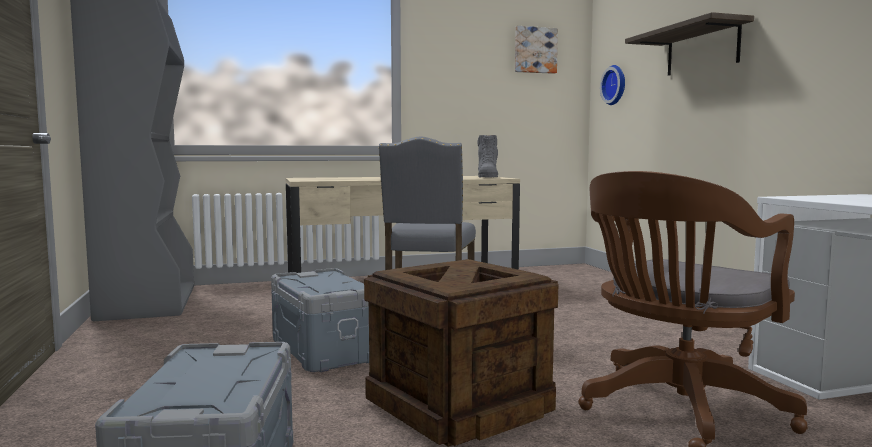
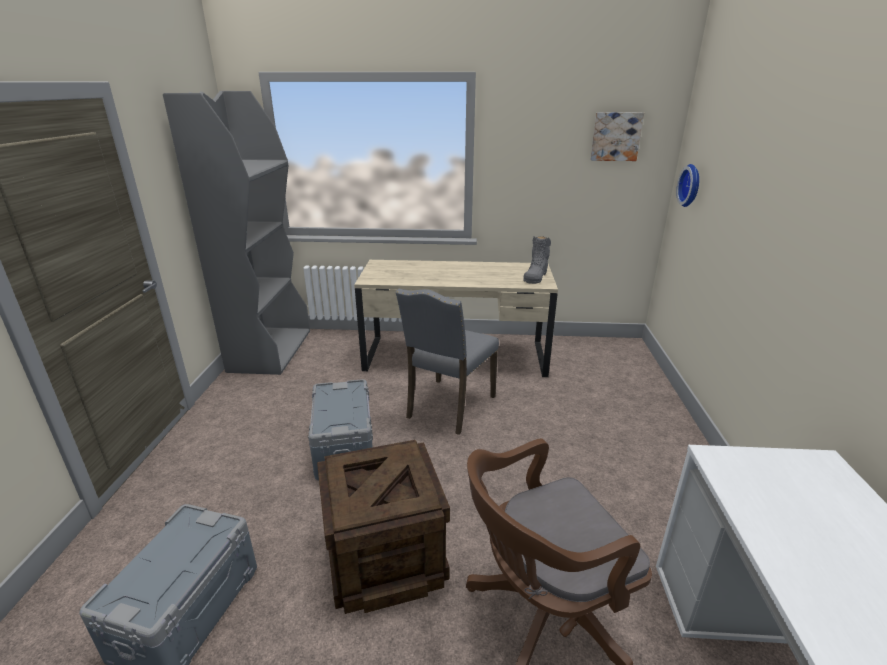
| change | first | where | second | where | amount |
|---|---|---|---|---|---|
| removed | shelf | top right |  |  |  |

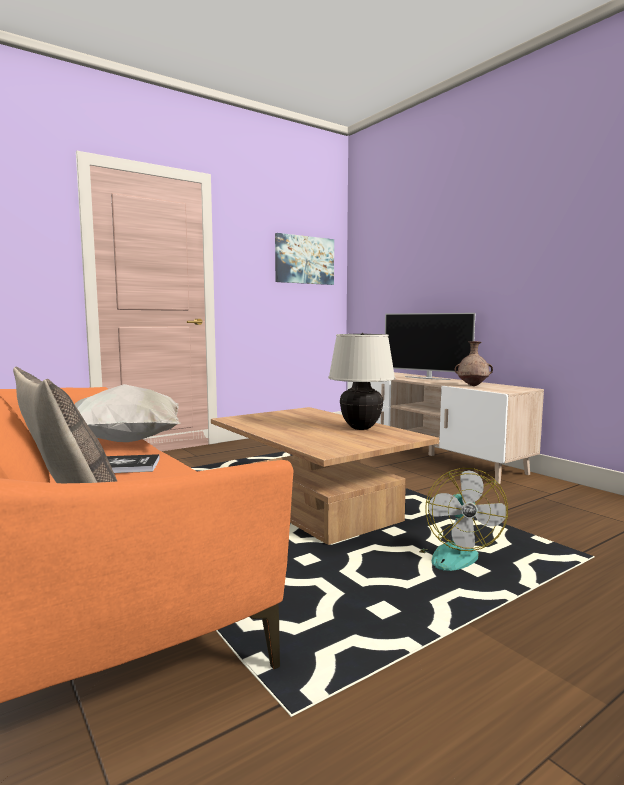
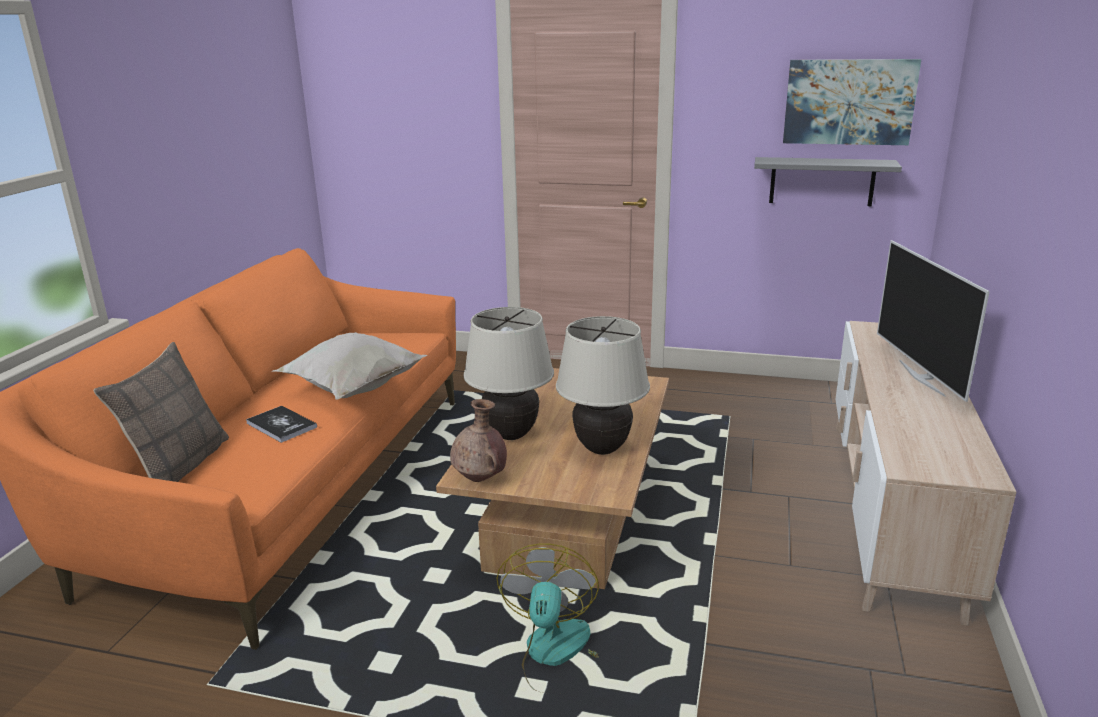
| change | first | where | second | where | amount |
|---|---|---|---|---|---|
| turned | fan | middle right |  | bottom centre | 135 degrees clockwise |
| moved | brown vase | middle right |  | centre |  |
| added |  |  | beige table lamp (1st from left) | centre |  |
| added |  |  | grey shelf | top right |  |

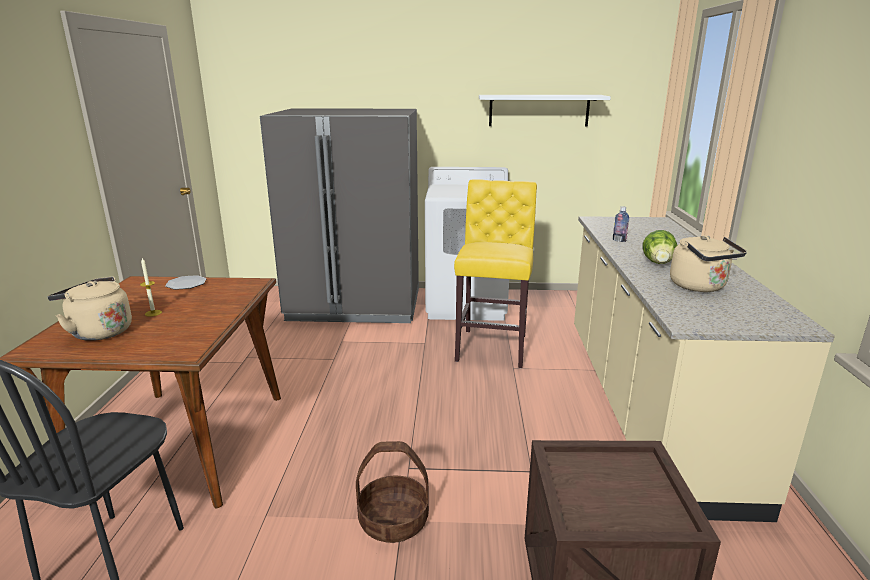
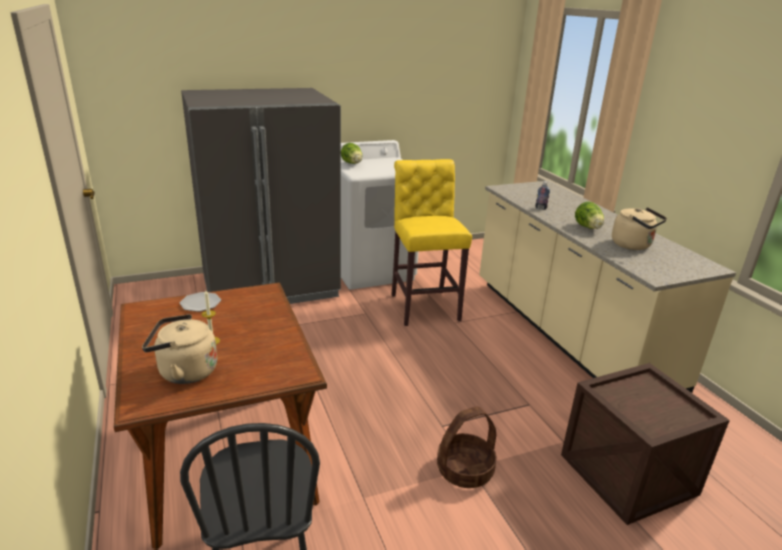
| change | first | where | second | where | amount |
|---|---|---|---|---|---|
| removed | white shelf | top centre |  |  |  |
| added |  |  | lettuce (1st from left) | top centre |  |

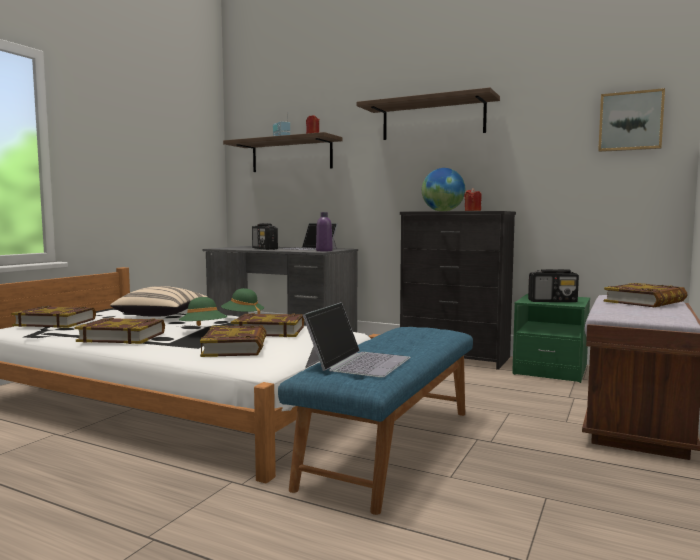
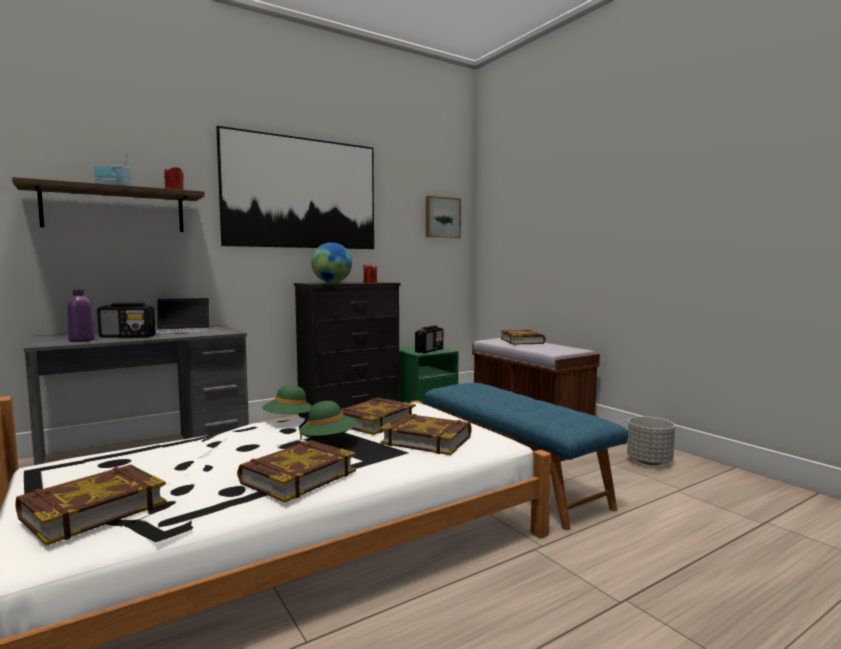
| change | first | where | second | where | amount |
|---|---|---|---|---|---|
| removed | beige pillow | middle left |  |  |  |
| removed | laptop (2nd from left) | centre |  |  |  |
| moved | purple bottle | centre |  | middle left |  |
| replaced | shelf (2nd from left) | top centre | picture (1st from left) | top centre |  |
| added |  |  | grey planter | bottom right |  |

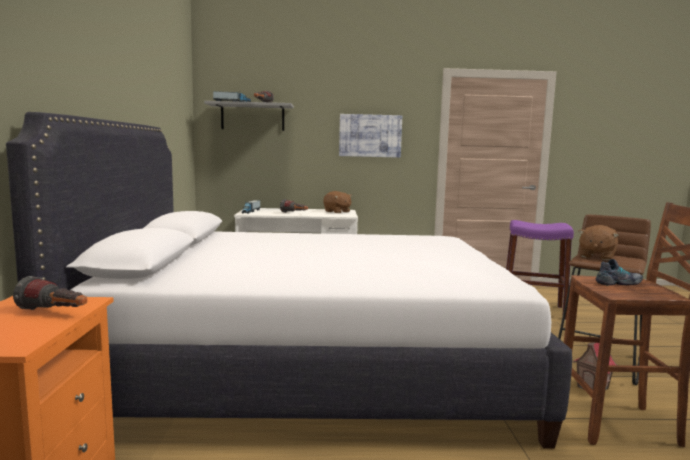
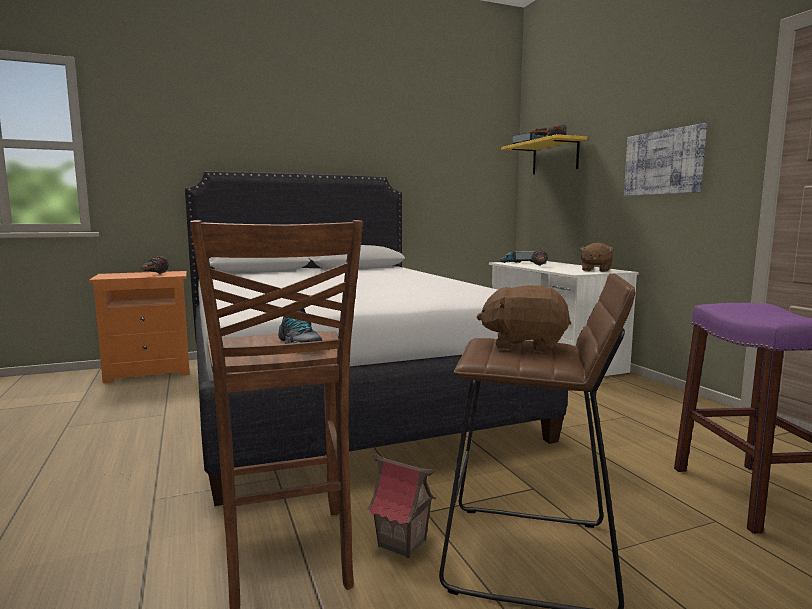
| change | first | where | second | where | amount |
|---|---|---|---|---|---|
| recoloured | grey shelf | top centre | yellow shelf | top right |  |

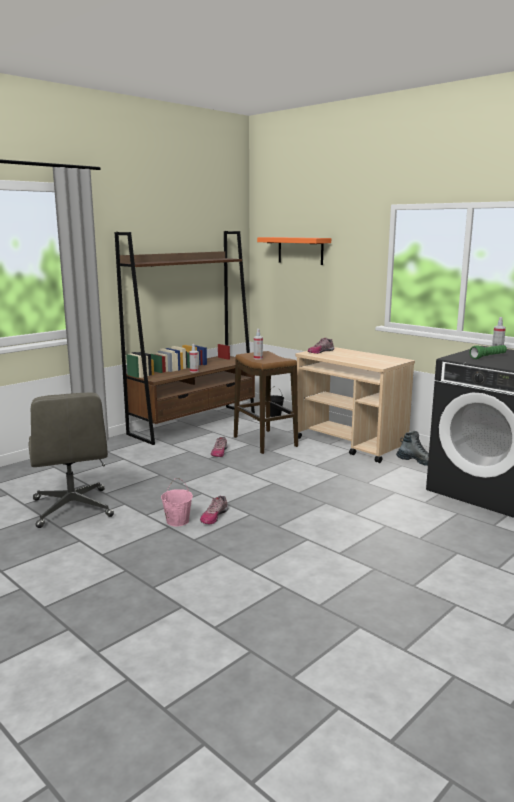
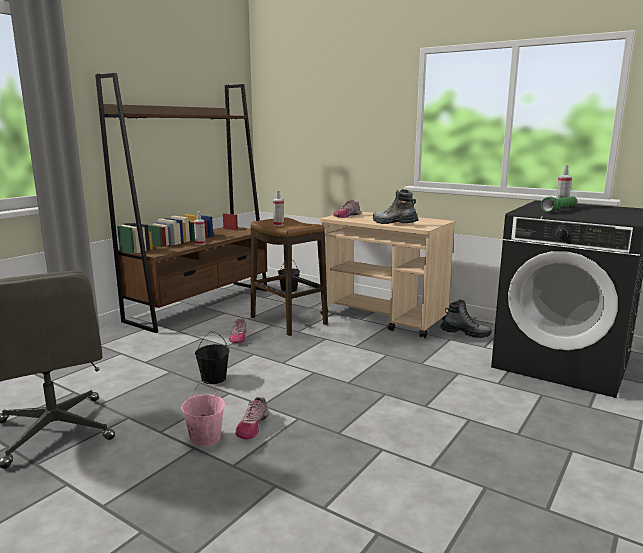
| change | first | where | second | where | amount |
|---|---|---|---|---|---|
| removed | orange shelf | top centre |  |  |  |
| added |  |  | black bucket (1st from left) | middle left |  |
| added |  |  | boot (1st from left) | centre |  |

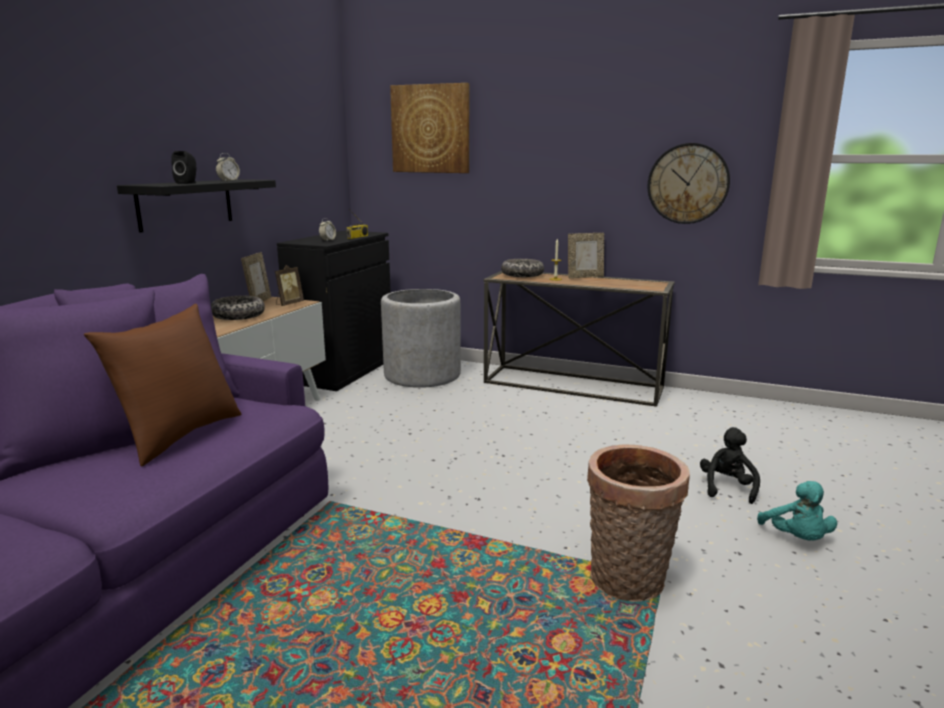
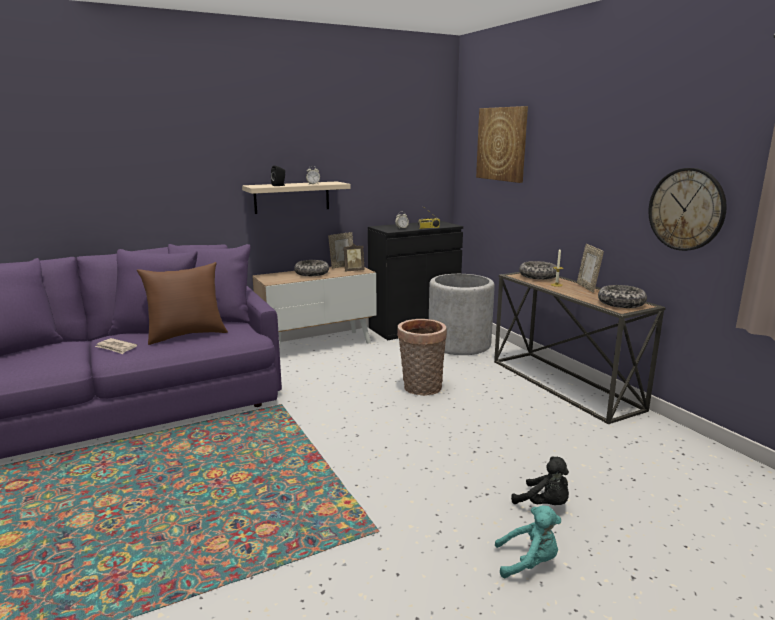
| change | first | where | second | where | amount |
|---|---|---|---|---|---|
| recoloured | black shelf | top left | beige shelf | top centre |  |
| turned | picture frame (3rd from left) | centre |  | middle right | 60 degrees clockwise |
| moved | basket | bottom right |  | centre |  |
| turned | black plush toy | middle right |  | bottom right | 75 degrees clockwise |
| turned | turquoise plush toy | bottom right |  | bottom right | 120 degrees counterclockwise |
| added |  |  | newspaper | middle left |  |
| added |  |  | bowl (3rd from left) | middle right |  |

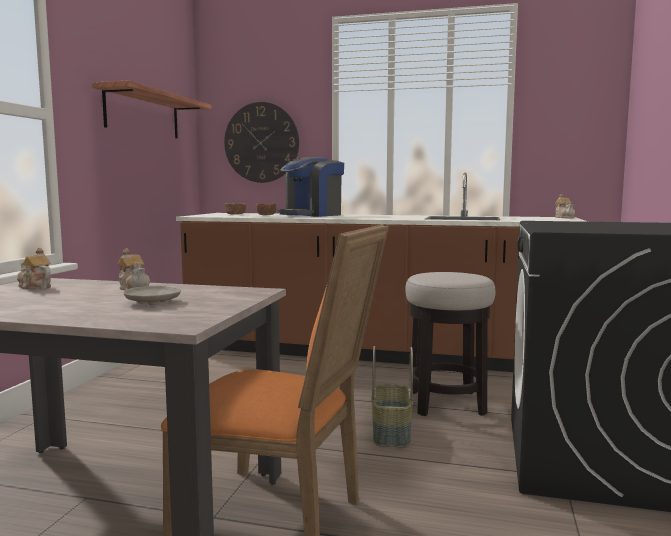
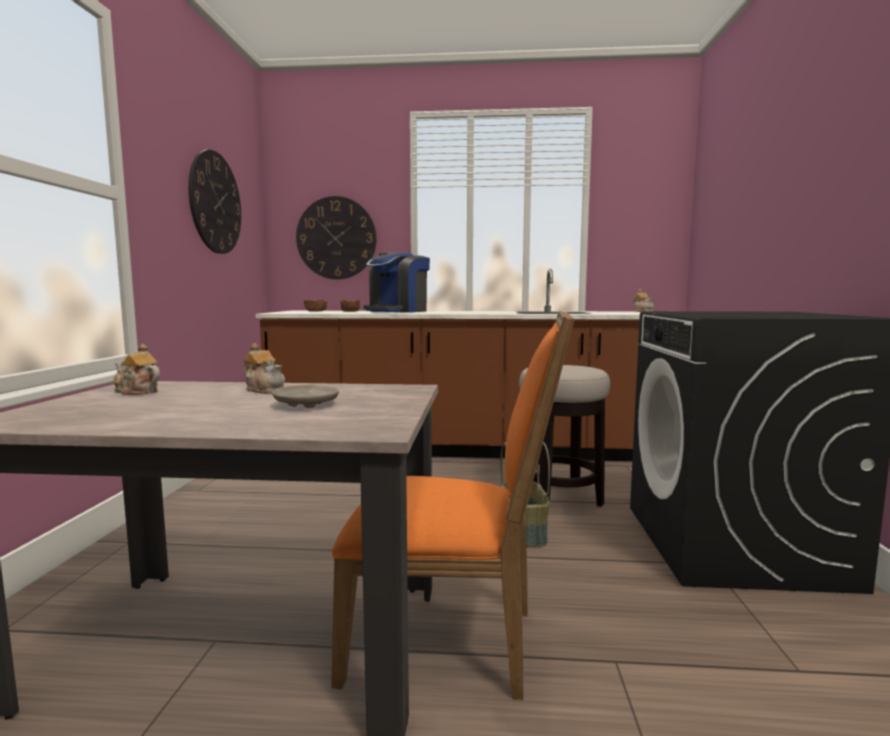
| change | first | where | second | where | amount |
|---|---|---|---|---|---|
| replaced | shelf | top left | wall clock (1st from left) | top left |  |

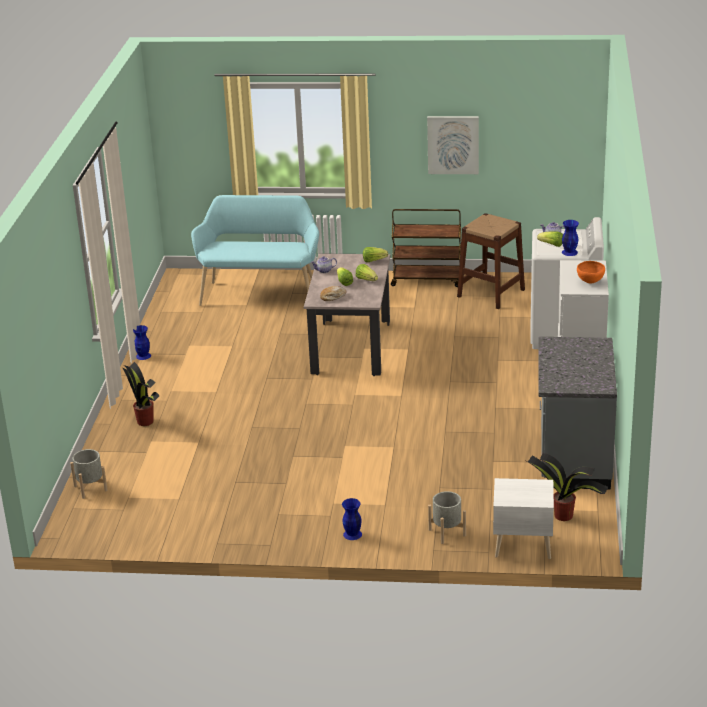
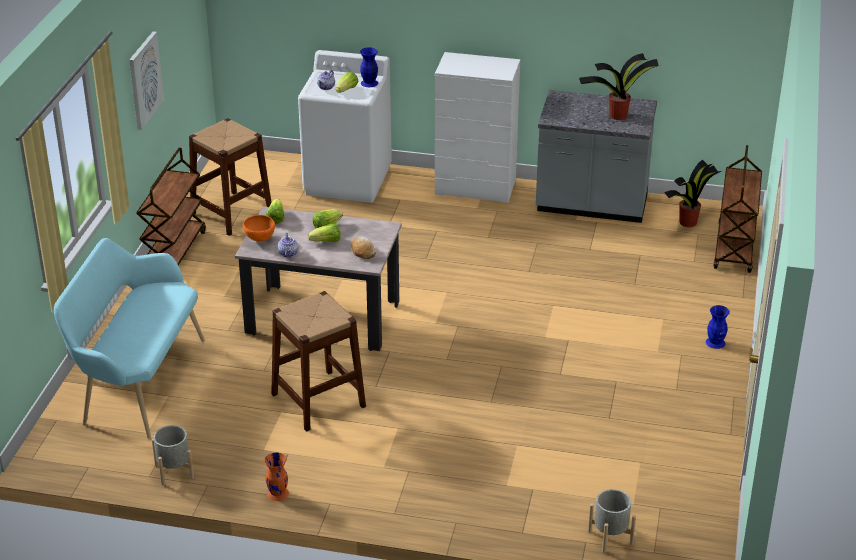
| change | first | where | second | where | amount |
|---|---|---|---|---|---|
| moved | potted plant (1st from left) | middle left |  | top right |  |
| recoloured | blue vase (1st from left) | middle left | orange vase | bottom left |  |
| moved | grey planter (2nd from left in the first image) | bottom centre | grey planter (1st from left) | bottom left |  |
| replaced | white nightstand | bottom right | brown cart (2nd from left) | middle right |  |
| moved | orange bowl | middle right |  | middle left |  |
| added |  |  | brown stool (2nd from left) | centre |  |

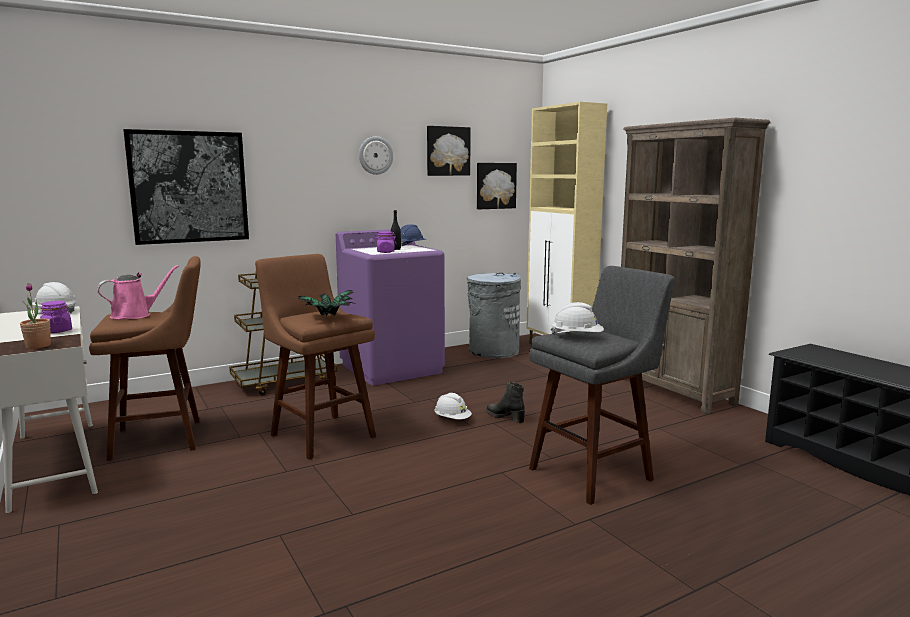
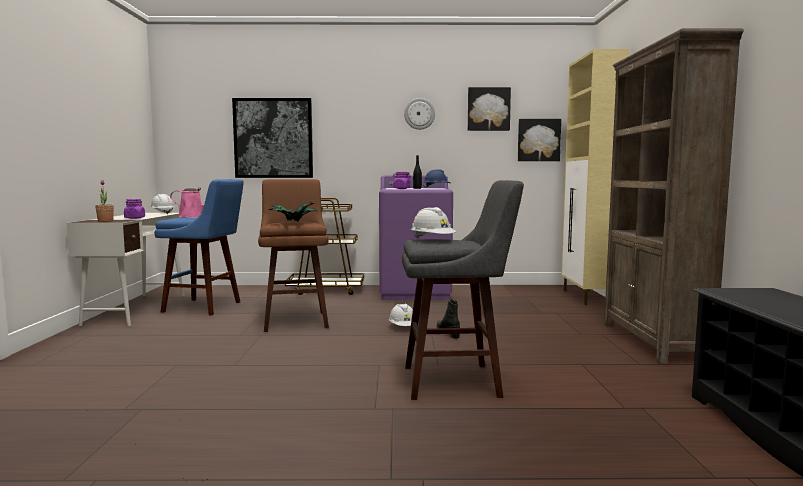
| change | first | where | second | where | amount |
|---|---|---|---|---|---|
| recoloured | brown stool (1st from left) | middle left | blue stool | middle left |  |
| removed | grey trash can | centre |  |  |  |

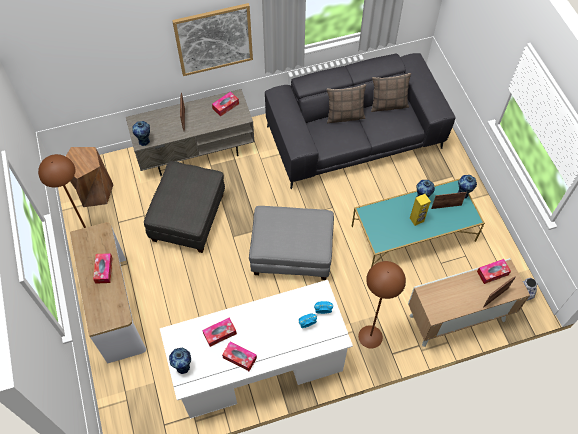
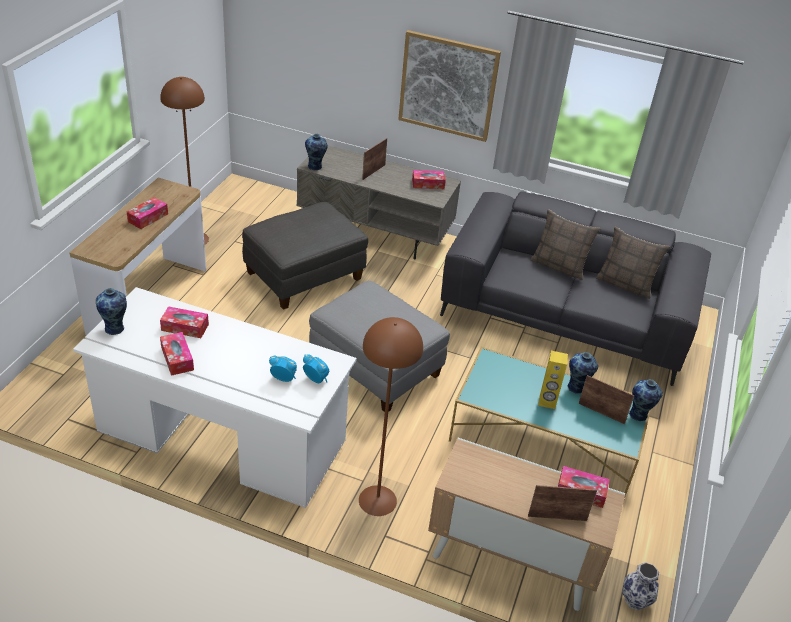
| change | first | where | second | where | amount |
|---|---|---|---|---|---|
| removed | brown stool | middle left |  |  |  |

